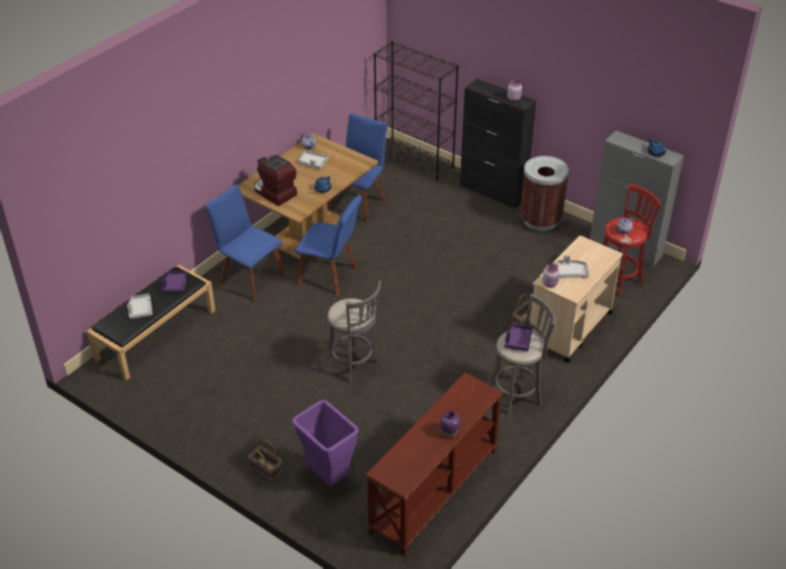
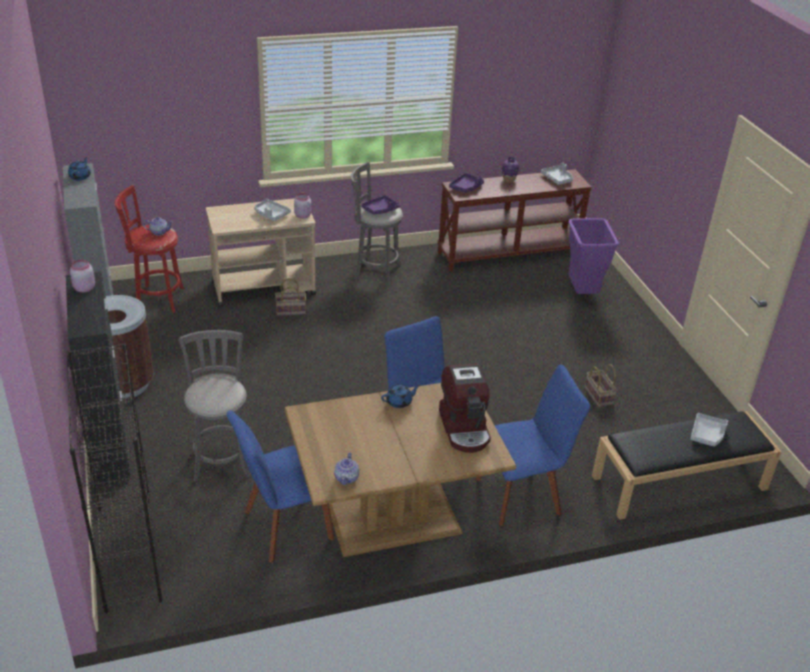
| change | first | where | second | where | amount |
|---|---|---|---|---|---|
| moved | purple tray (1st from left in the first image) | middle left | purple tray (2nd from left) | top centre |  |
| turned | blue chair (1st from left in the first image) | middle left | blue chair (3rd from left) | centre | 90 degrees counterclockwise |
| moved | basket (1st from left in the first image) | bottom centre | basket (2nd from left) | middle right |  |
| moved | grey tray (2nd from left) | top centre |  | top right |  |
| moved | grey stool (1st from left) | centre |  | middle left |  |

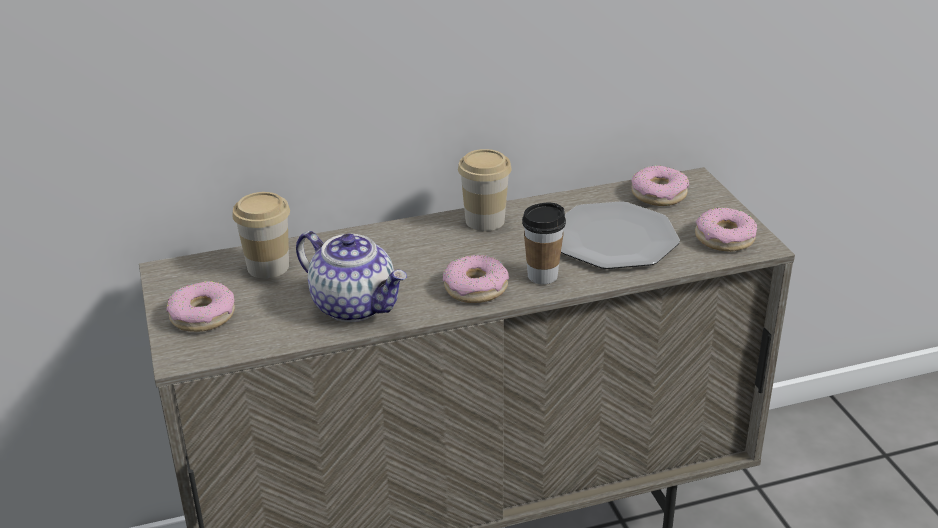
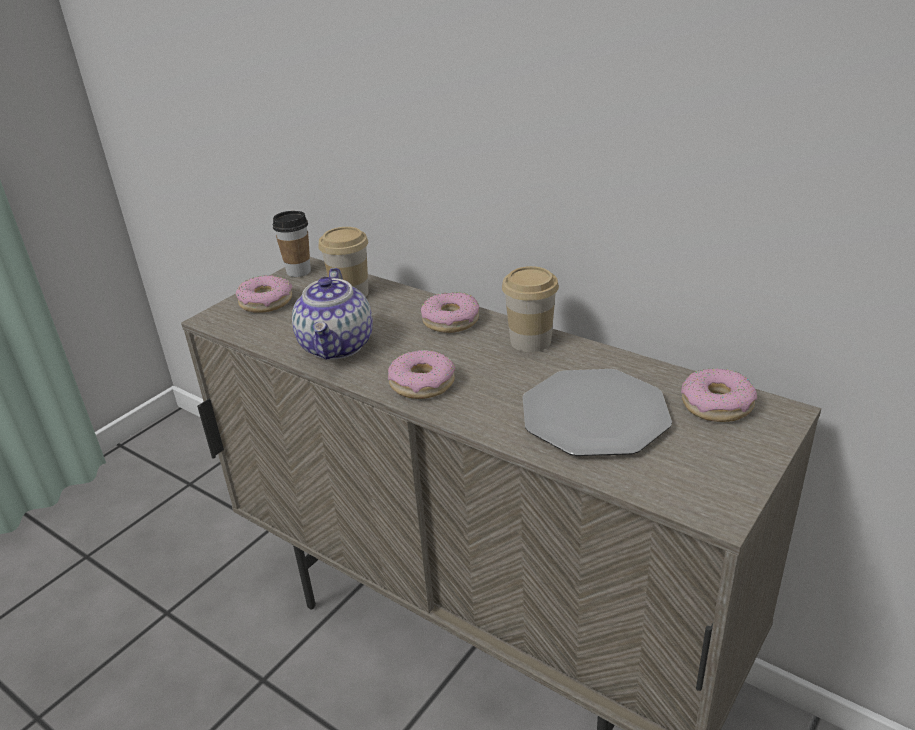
| change | first | where | second | where | amount |
|---|---|---|---|---|---|
| moved | cup (3rd from left in the first image) | centre | cup (1st from left) | middle left |  |
| moved | donut (4th from left in the first image) | middle right | donut (3rd from left) | centre |  |

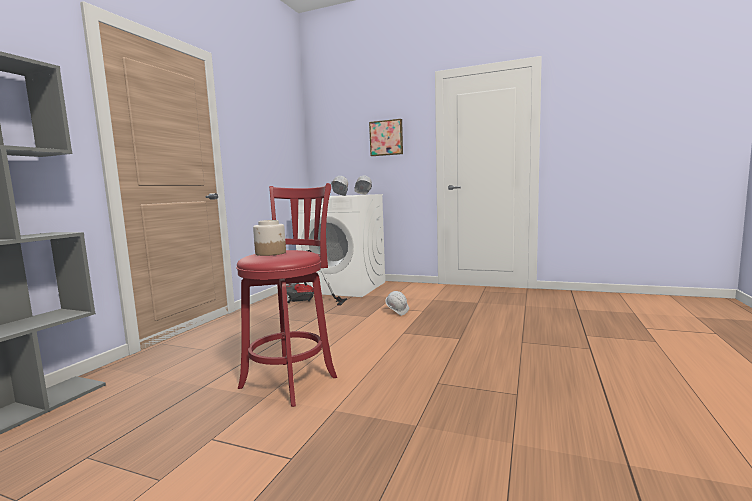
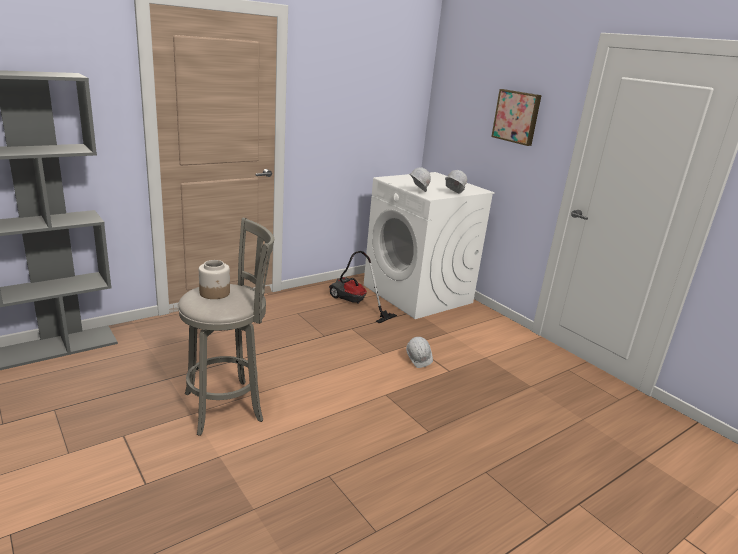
| change | first | where | second | where | amount |
|---|---|---|---|---|---|
| recoloured | red stool | centre | grey stool | middle left |  |

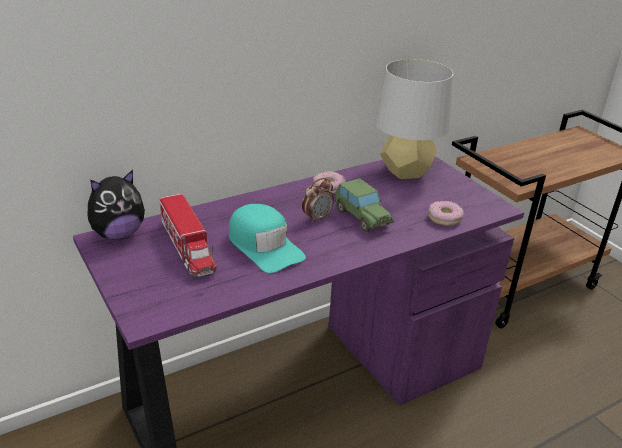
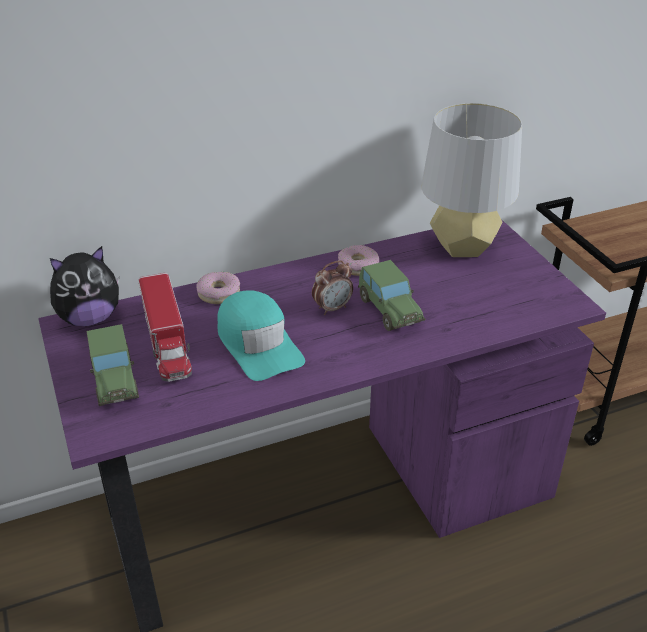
| change | first | where | second | where | amount |
|---|---|---|---|---|---|
| moved | donut (2nd from left in the first image) | middle right | donut (1st from left) | centre |  |
| added |  |  | toy car (1st from left) | middle left |  |

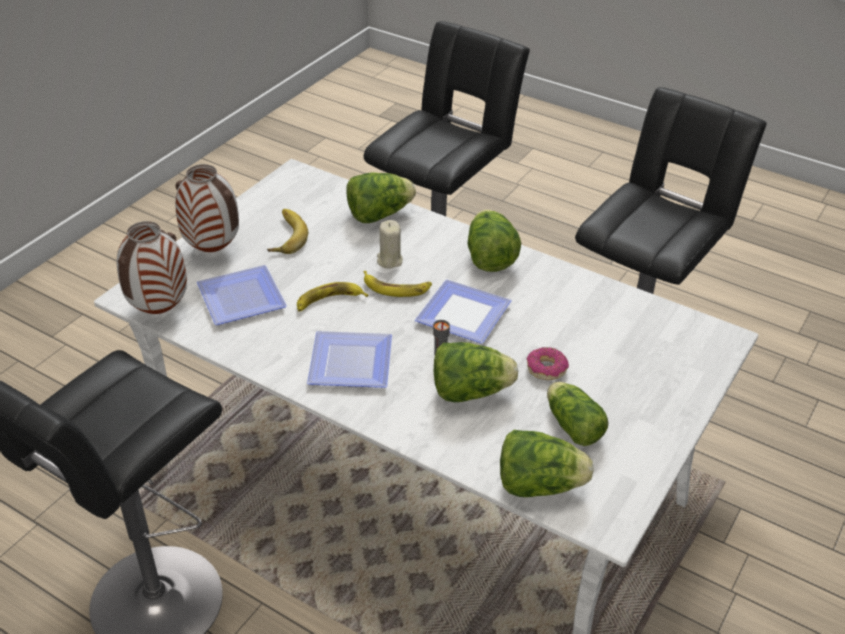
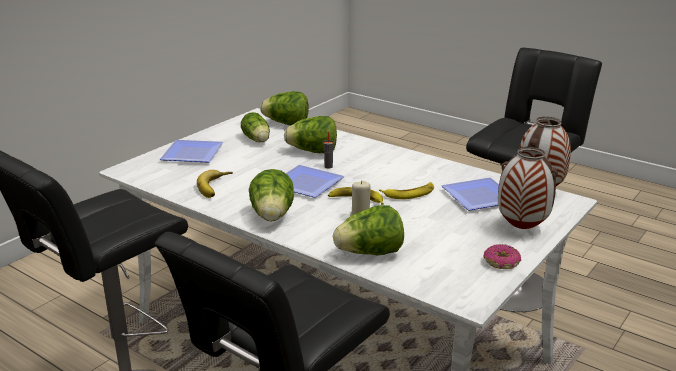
| change | first | where | second | where | amount |
|---|---|---|---|---|---|
| moved | banana (1st from left) | centre |  | middle left |  |
| moved | plate (2nd from left in the first image) | centre | plate (1st from left) | middle left |  |
| moved | donut | centre |  | bottom right |  |

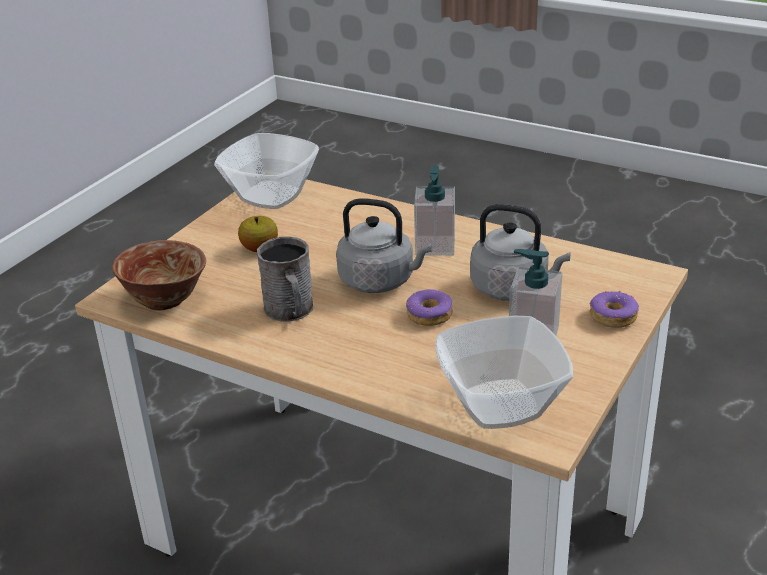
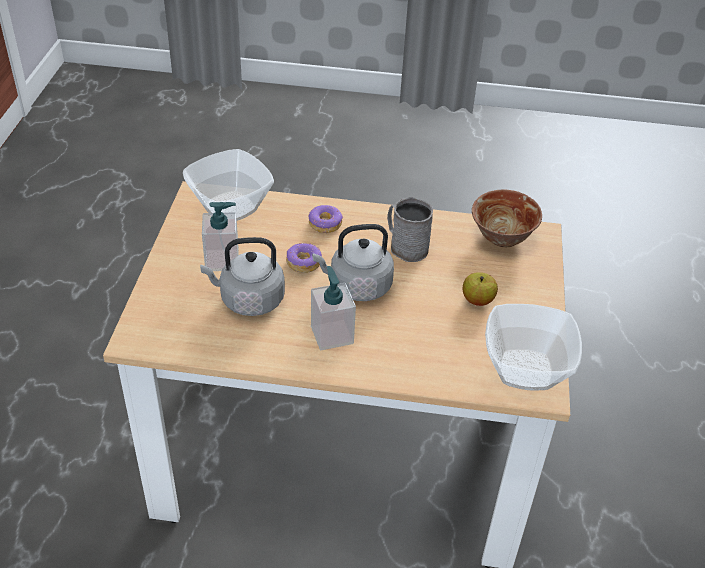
| change | first | where | second | where | amount |
|---|---|---|---|---|---|
| moved | donut (2nd from left) | middle right |  | centre |  |

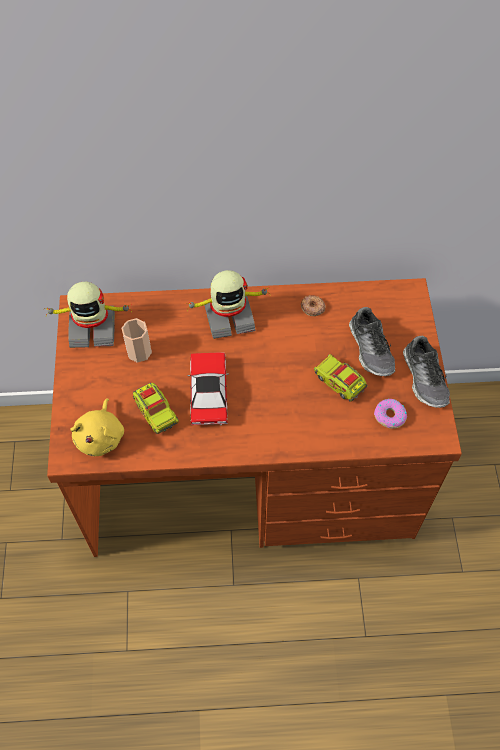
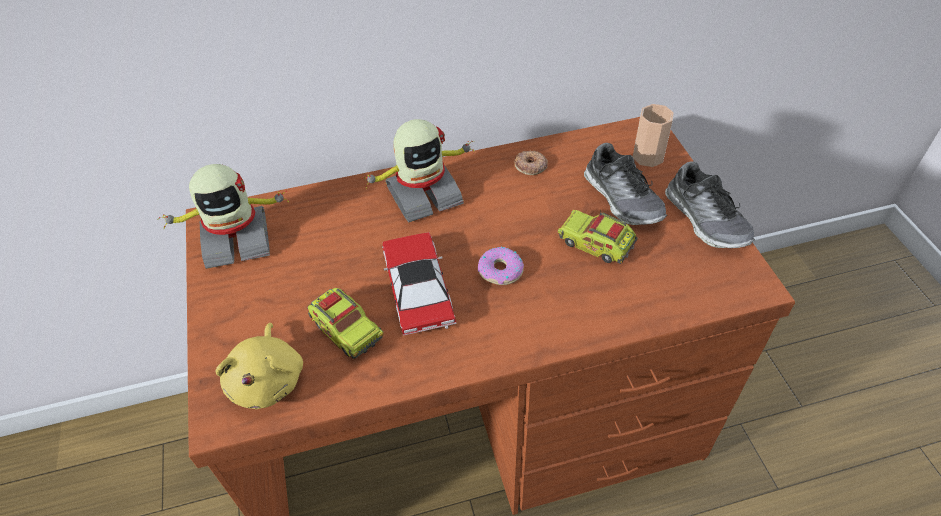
| change | first | where | second | where | amount |
|---|---|---|---|---|---|
| moved | cup | middle left |  | top right |  |
| moved | donut (2nd from left in the first image) | middle right | donut (1st from left) | centre |  |

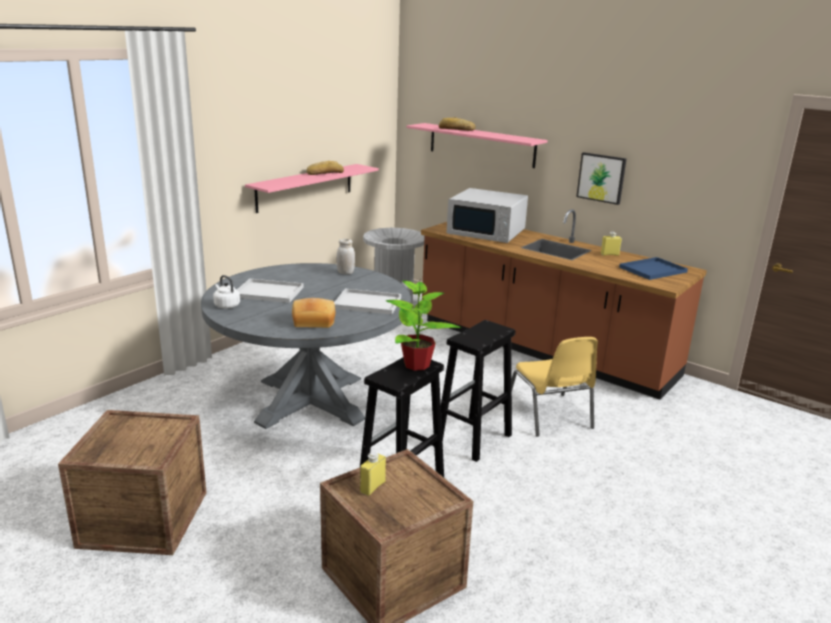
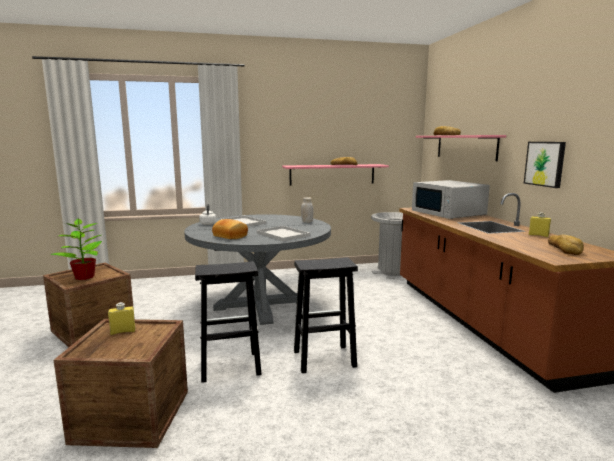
| change | first | where | second | where | amount |
|---|---|---|---|---|---|
| moved | potted plant | centre |  | middle left |  |
| removed | yellow chair | middle right |  |  |  |
| replaced | blue tray | middle right | bread (4th from left) | middle right |  |

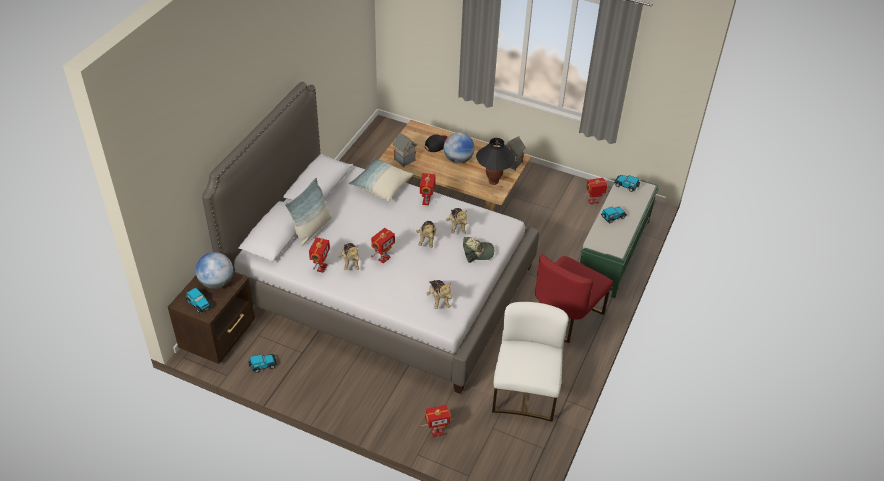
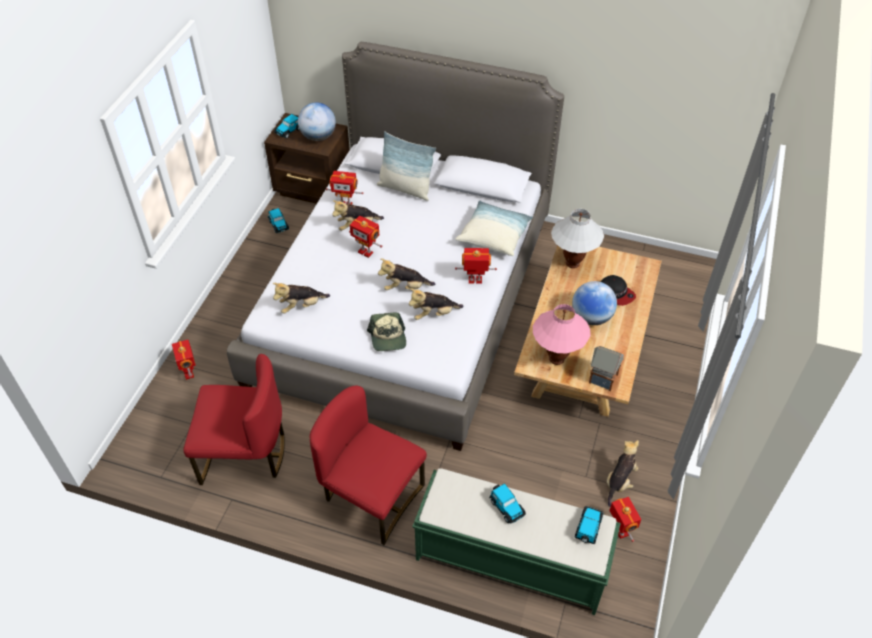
| change | first | where | second | where | amount |
|---|---|---|---|---|---|
| replaced | toy house (1st from left) | top centre | white table lamp | centre |  |
| recoloured | black table lamp | centre | pink table lamp | centre |  |
| recoloured | white chair | bottom centre | red chair (1st from left) | middle left |  |
| added |  |  | plush toy (5th from left) | bottom right |  |

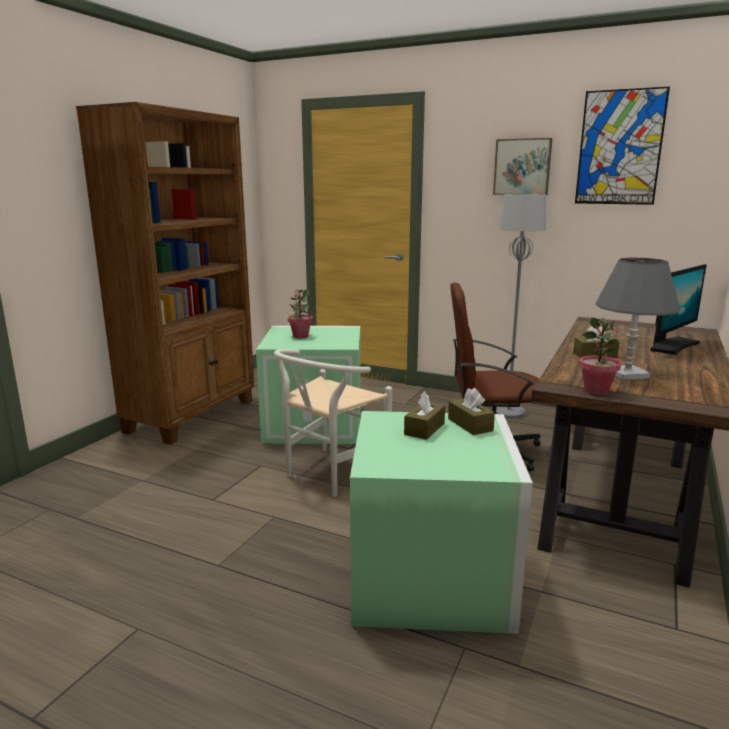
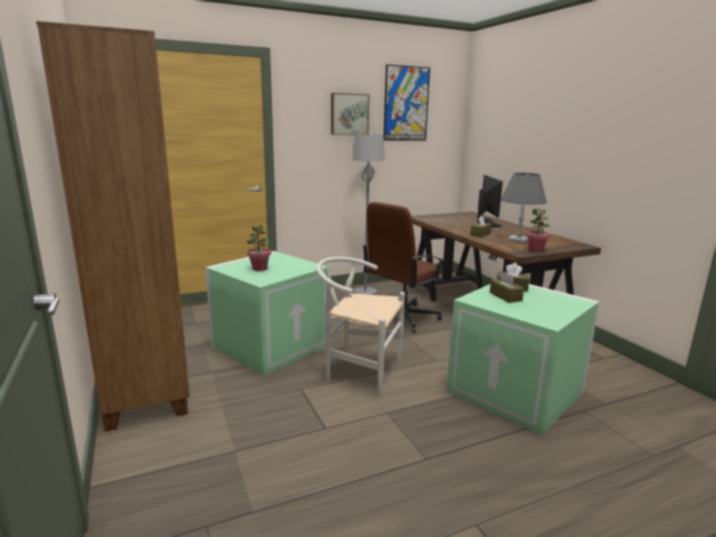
| change | first | where | second | where | amount |
|---|---|---|---|---|---|
| turned | white chair | centre |  | centre | 120 degrees clockwise |

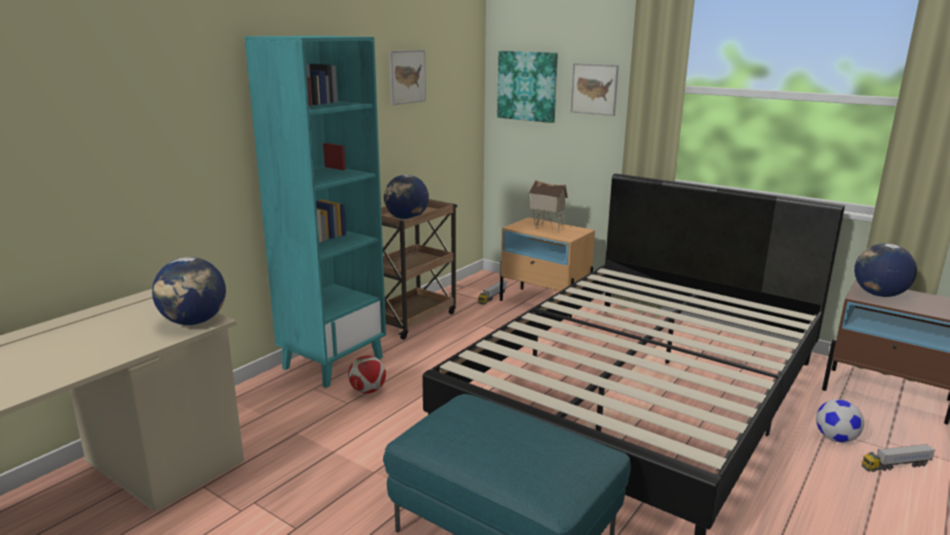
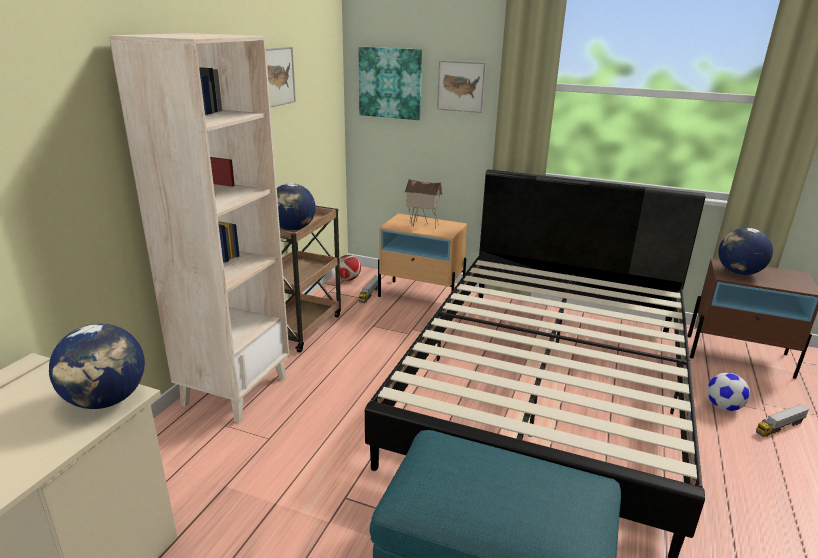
| change | first | where | second | where | amount |
|---|---|---|---|---|---|
| recoloured | turquoise bookcase | middle left | beige bookcase | middle left |  |
| moved | football (1st from left) | bottom centre |  | centre |  |

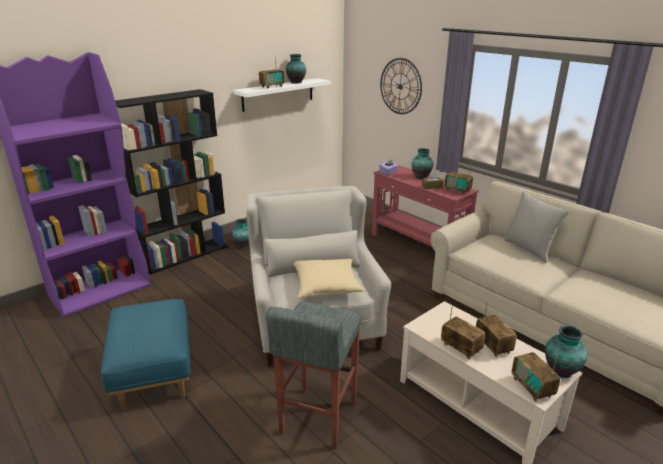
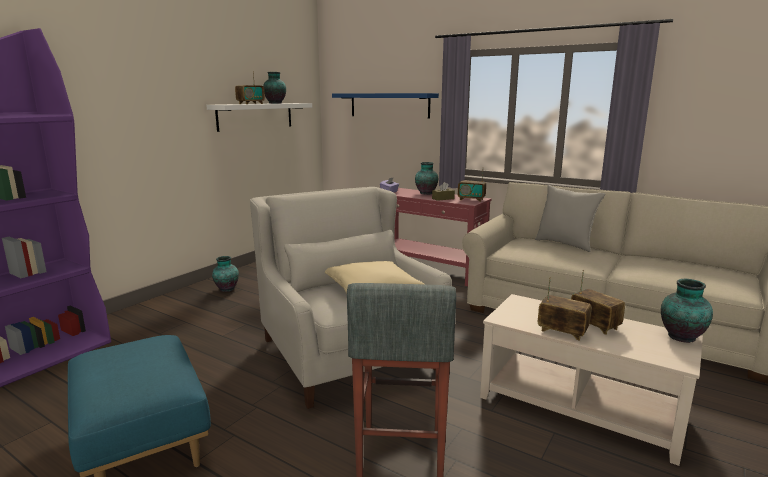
| change | first | where | second | where | amount |
|---|---|---|---|---|---|
| removed | black bookcase | middle left |  |  |  |
| replaced | wall clock | top centre | blue shelf | top centre |  |
| removed | radio (5th from left) | bottom right |  |  |  |

